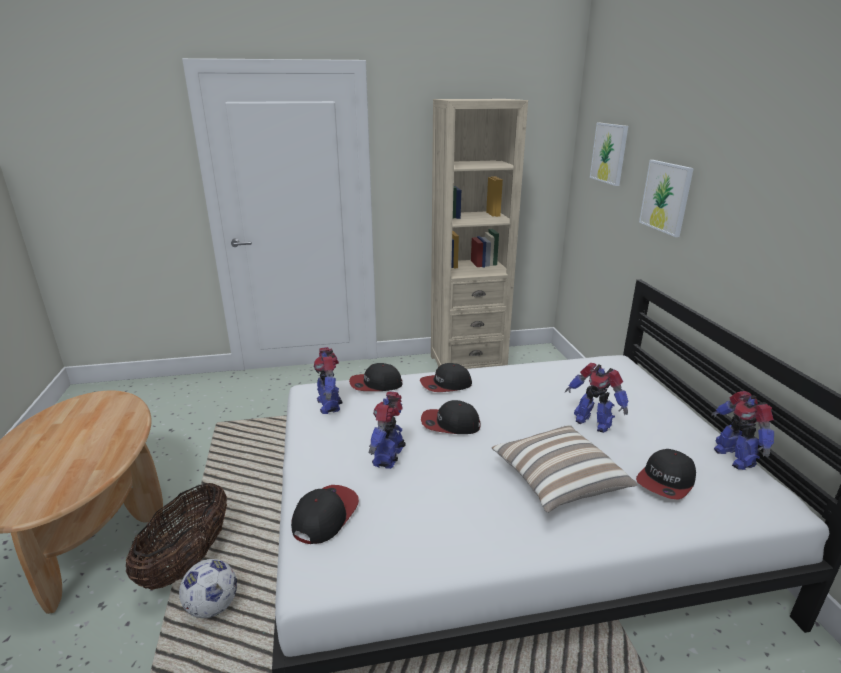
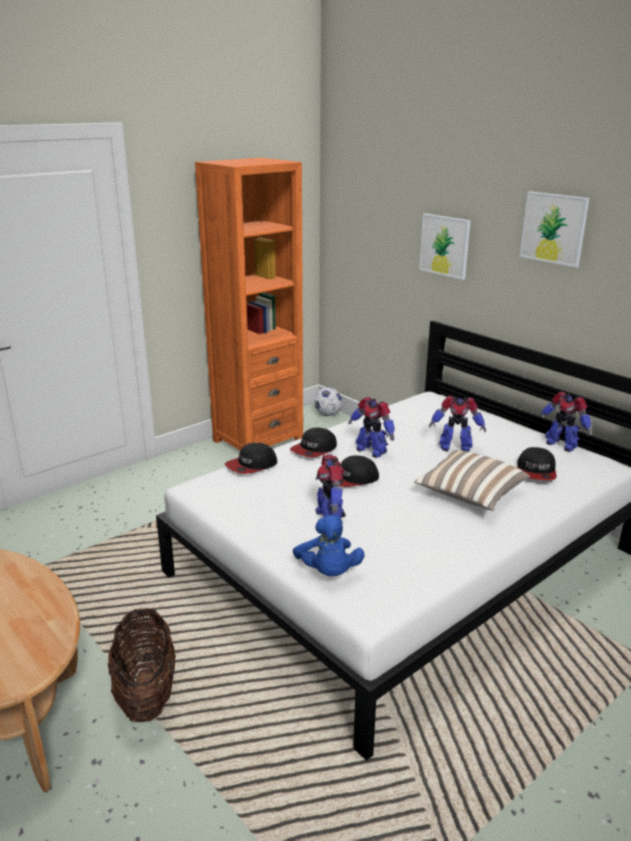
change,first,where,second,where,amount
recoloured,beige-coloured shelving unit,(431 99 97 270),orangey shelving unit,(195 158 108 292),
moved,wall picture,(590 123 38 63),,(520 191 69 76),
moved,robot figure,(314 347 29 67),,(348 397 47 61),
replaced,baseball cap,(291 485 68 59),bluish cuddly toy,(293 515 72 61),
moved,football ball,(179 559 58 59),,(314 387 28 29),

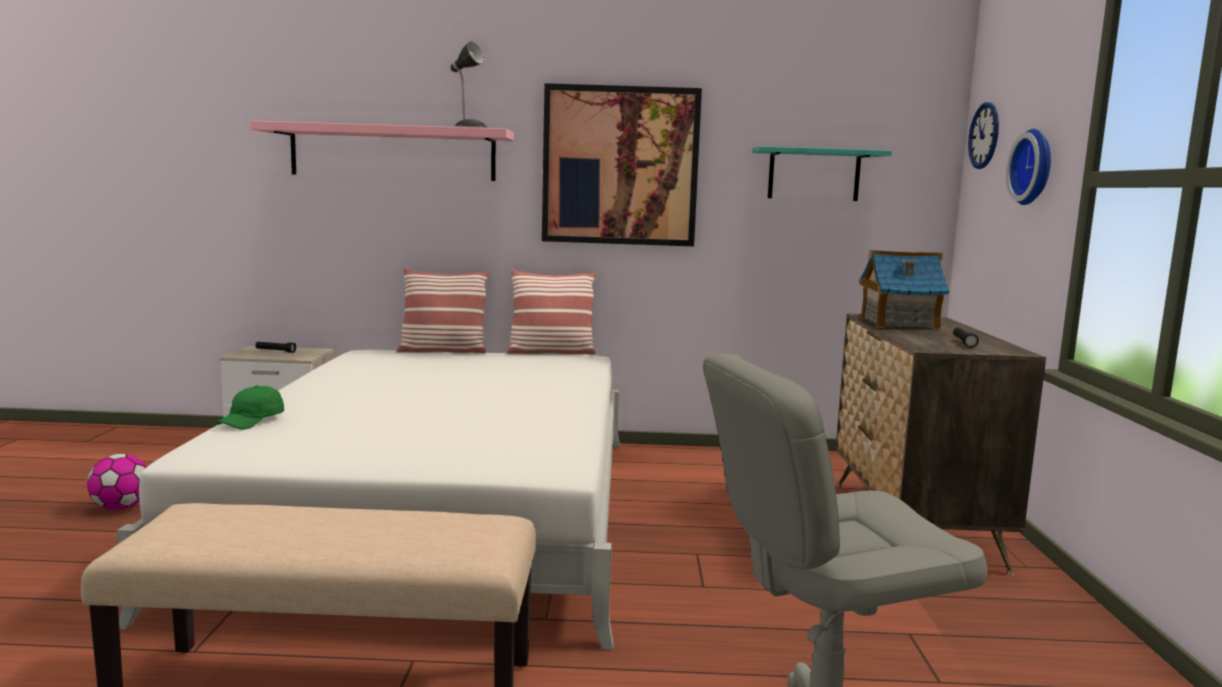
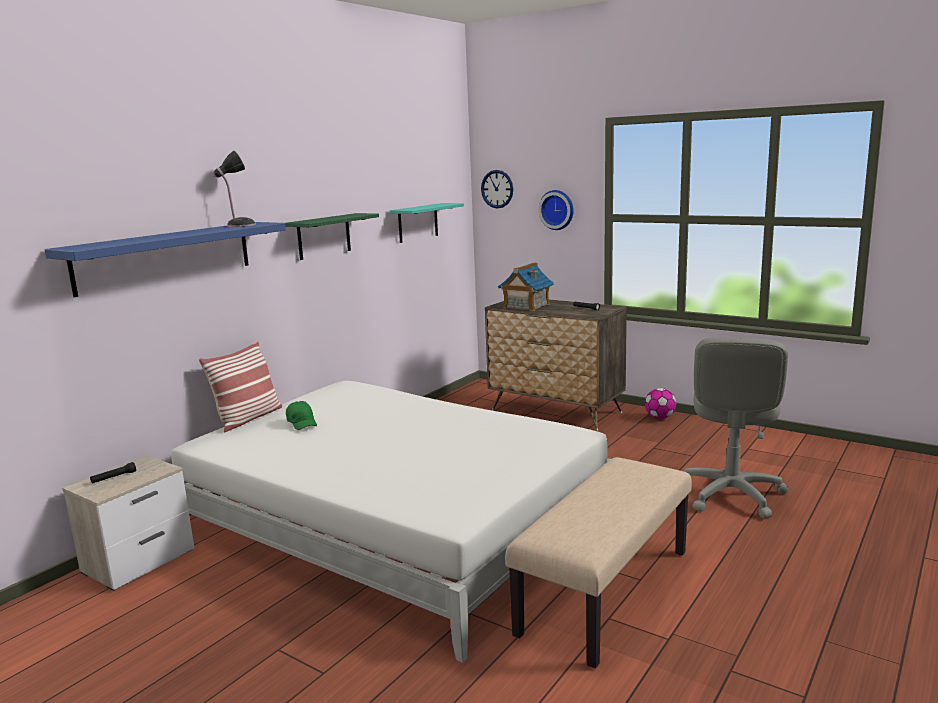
change,first,where,second,where,amount
replaced,wall picture,(542 83 160 163),greenish bracket shelf,(285 213 94 47),
recoloured,pinkish bracket shelf,(250 121 264 60),bluish bracket shelf,(44 222 242 75),
removed,throw pillow,(507 269 89 86),,,
moved,greenish baseball cap,(216 385 68 45),,(286 401 31 29),
moved,football ball,(87 454 60 56),,(645 388 31 31),

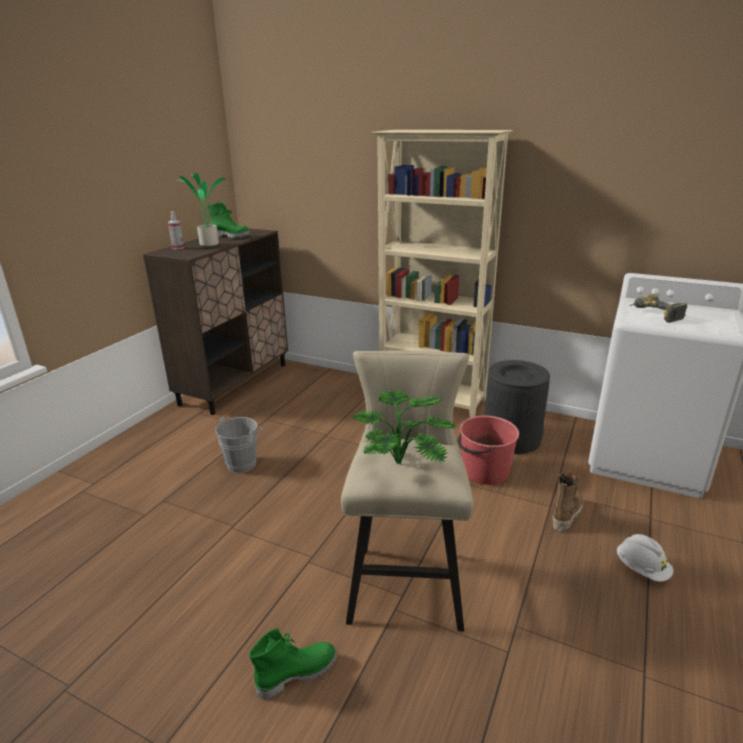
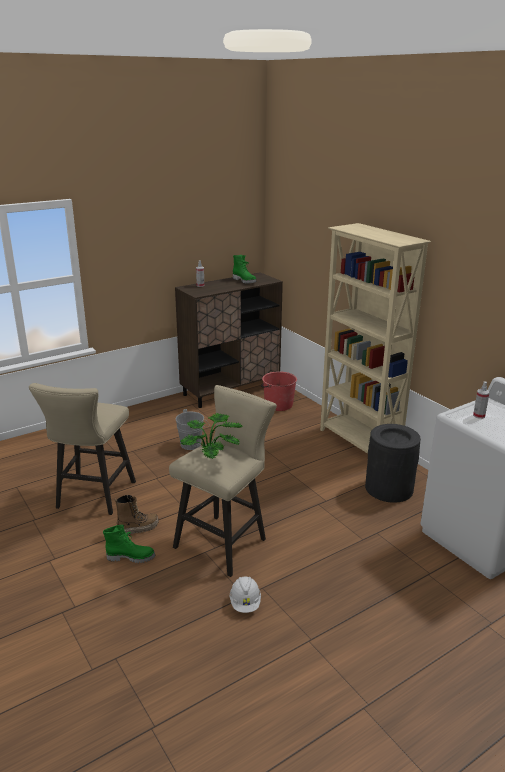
change,first,where,second,where,amount
removed,houseplant,(180 173 46 73),,,
replaced,drill,(630 294 57 29),sprayer,(473 382 17 37),
moved,reddish pail,(458 415 61 70),,(261 371 36 40),
moved,high-top boot,(552 473 31 59),,(115 495 44 41),
moved,whitish safety helmet,(616 534 57 48),,(230 576 31 37),
added,,,beige-coloured stool,(29 383 107 132),

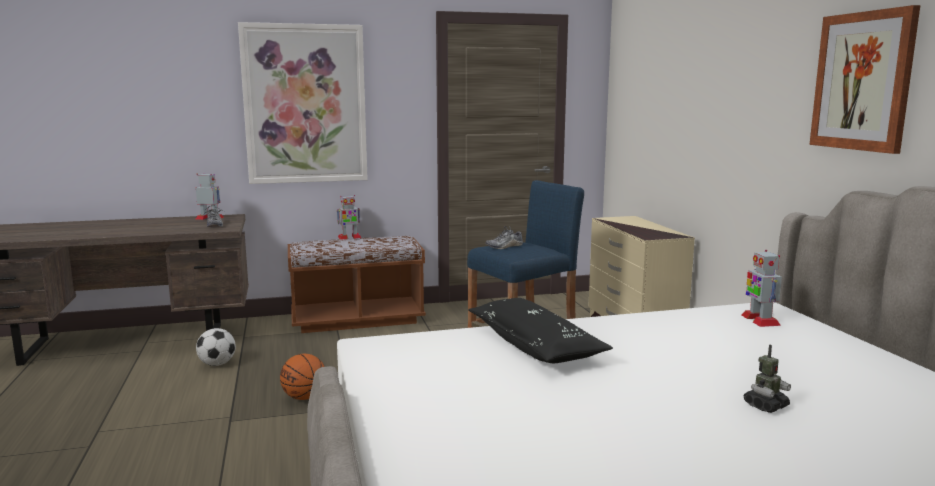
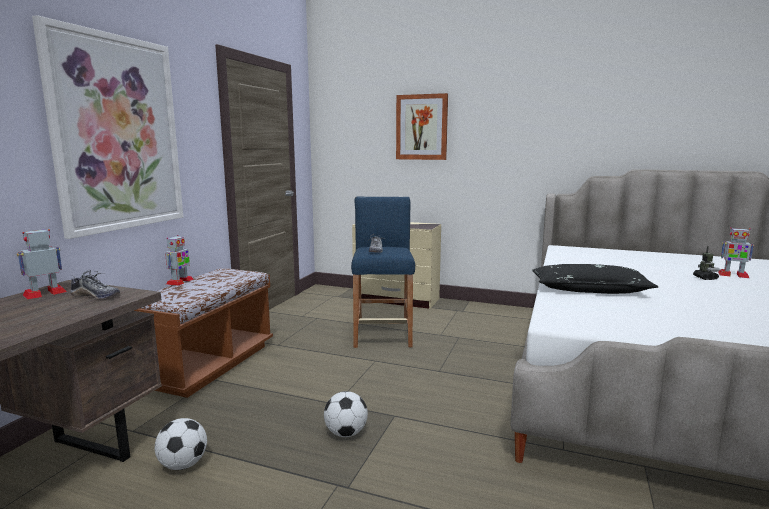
change,first,where,second,where,amount
moved,wall picture,(809 5 111 149),,(396 93 52 67),
moved,robot figure,(741 250 41 77),,(718 227 36 51),
replaced,basketball,(280 354 45 46),football ball,(324 391 44 46),

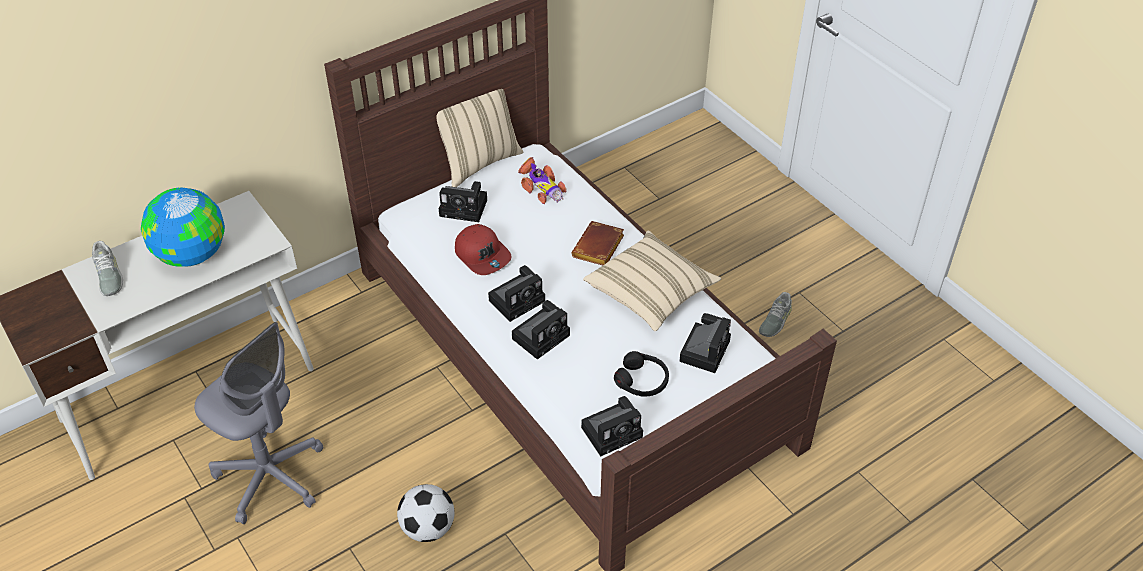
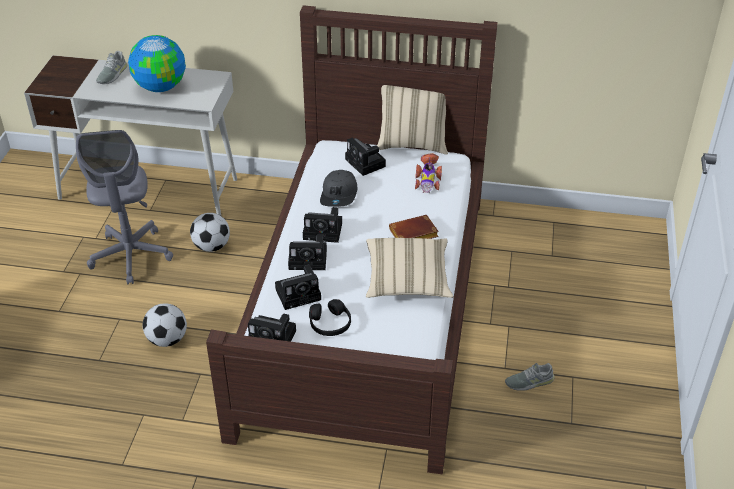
change,first,where,second,where,amount
recoloured,reddish baseball cap,(455 224 57 51),gray baseball cap,(320 170 37 37),
moved,still camera,(679 313 52 60),,(275 265 46 45),
added,,,football ball,(190 213 40 39),

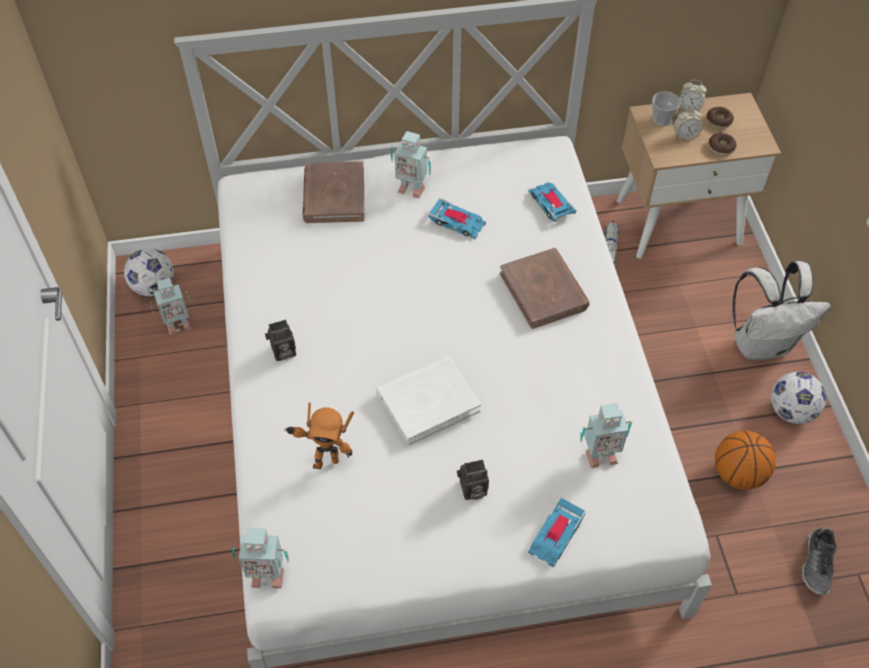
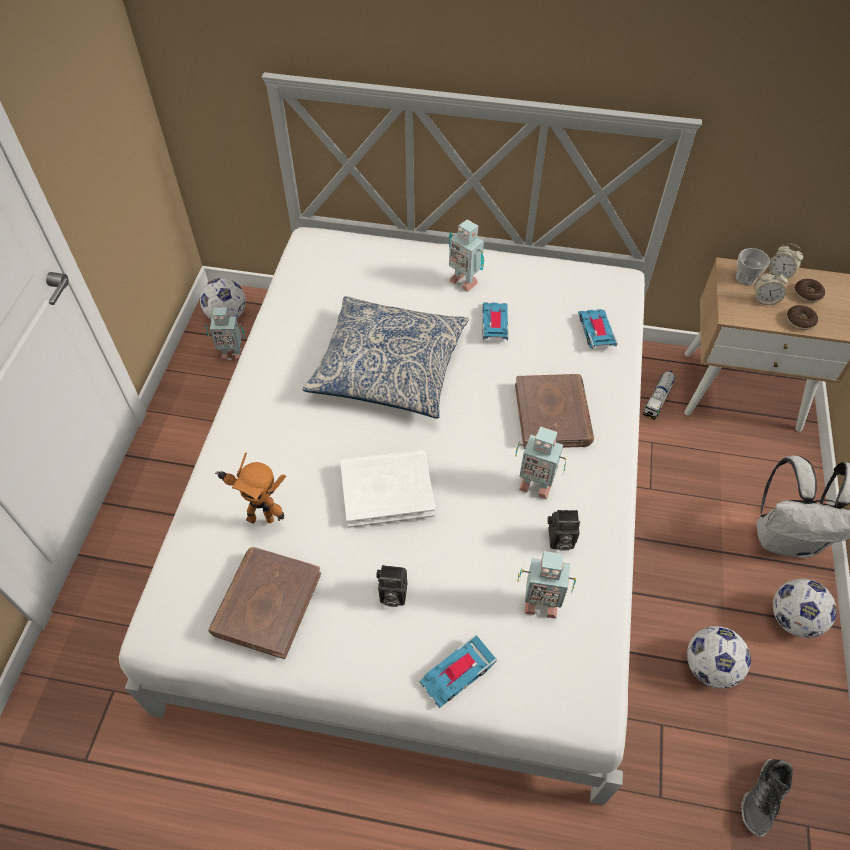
change,first,where,second,where,amount
moved,brown-coloured volume,(303 161 61 62),,(208 547 113 112),
turned,model car,(428 198 58 41),,(483 302 25 38),135 degrees counterclockwise
moved,still camera,(265 320 31 41),,(547 510 33 41),
replaced,basketball,(715 431 61 59),football ball,(687 626 64 62),
moved,robot figure,(232 528 57 61),,(515 426 51 73),
added,,,throw pillow,(302 296 167 123),

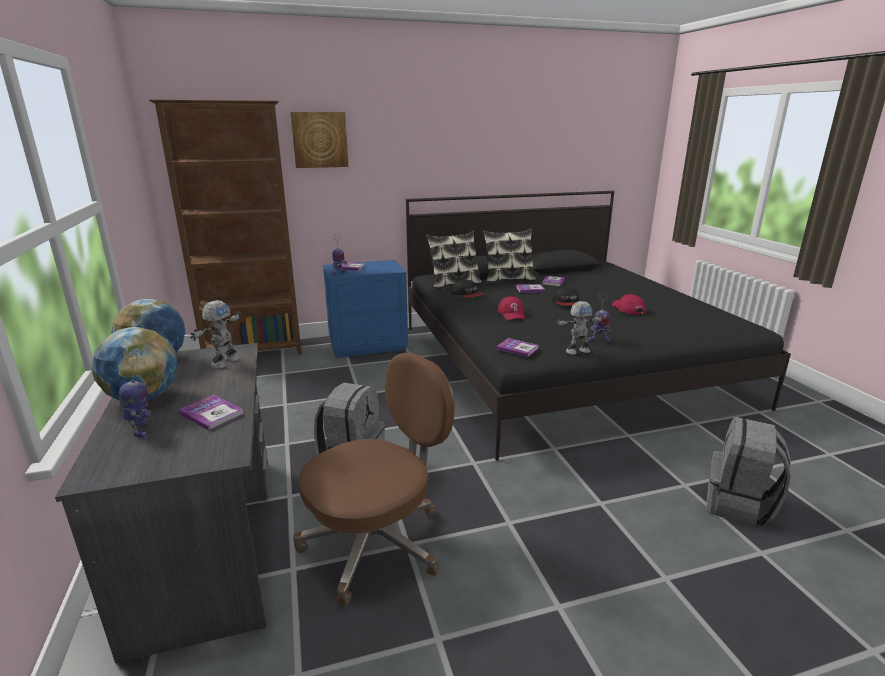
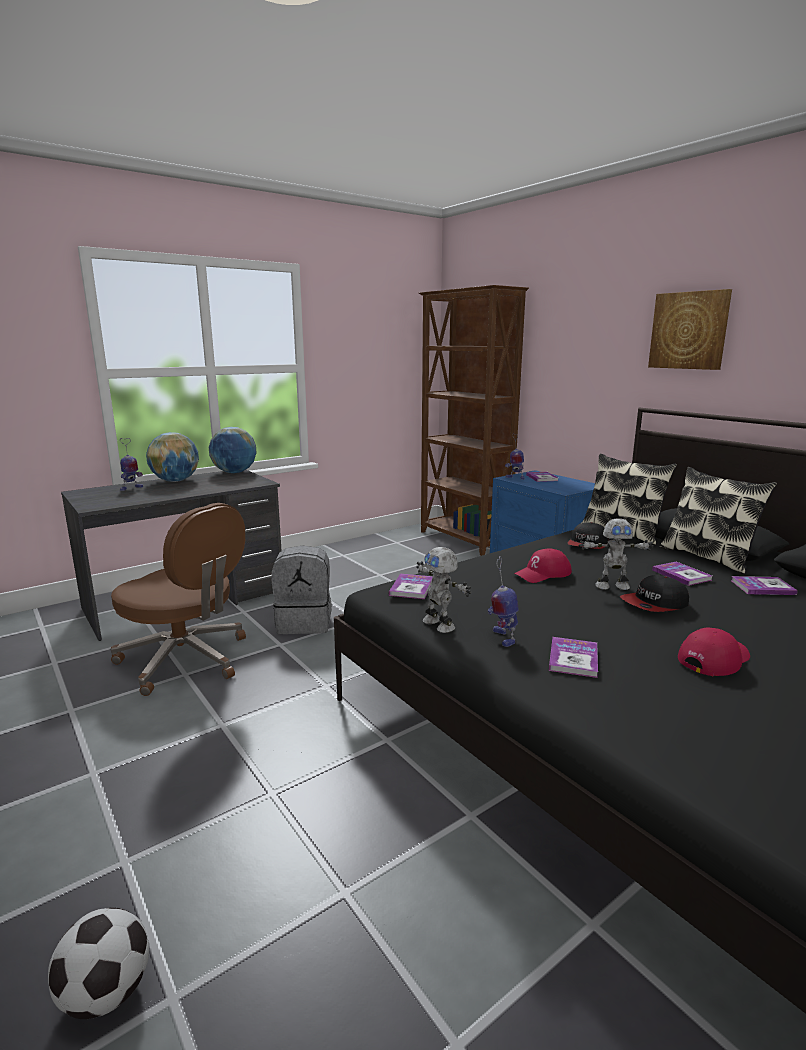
change,first,where,second,where,amount
moved,wall picture,(290 112 58 56),,(648 289 84 81),
moved,robot figure,(190 300 52 69),,(579 519 75 71),
moved,volume,(178 395 65 36),,(549 637 49 41),
removed,gray backpack,(706 417 85 110),,,
added,,,football ball,(48 907 101 112),

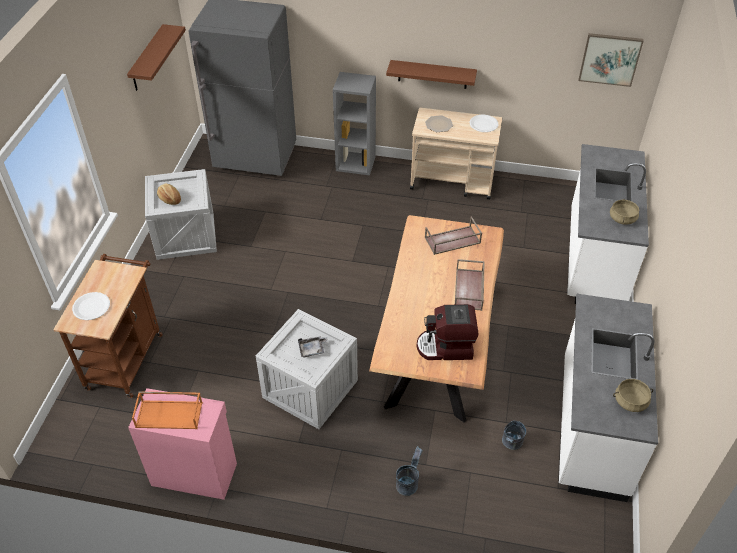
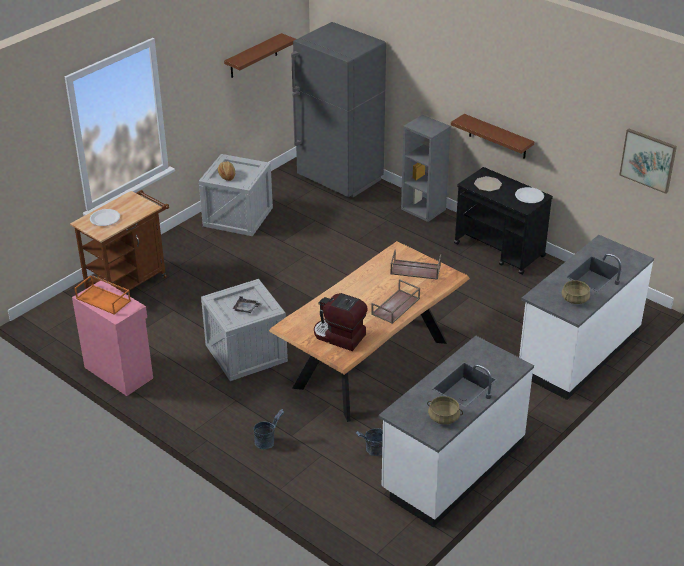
change,first,where,second,where,amount
recoloured,beige-coloured wheeled cart,(410 108 92 92),black-coloured wheeled cart,(454 167 99 108),

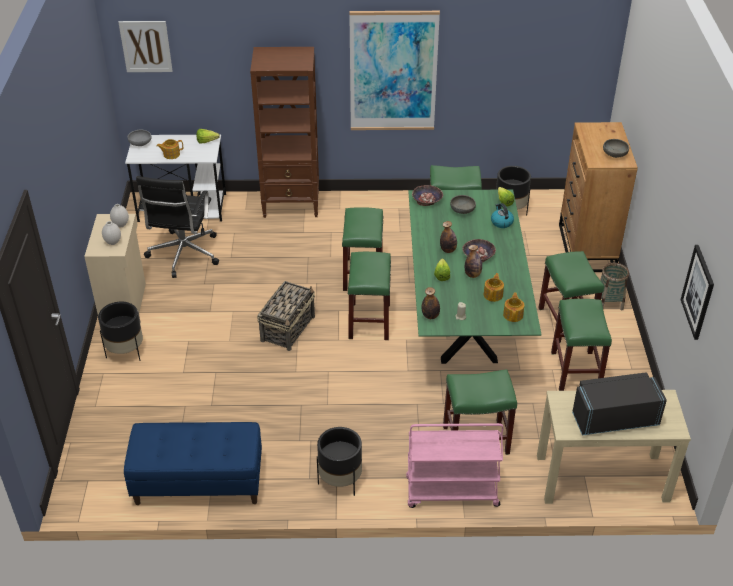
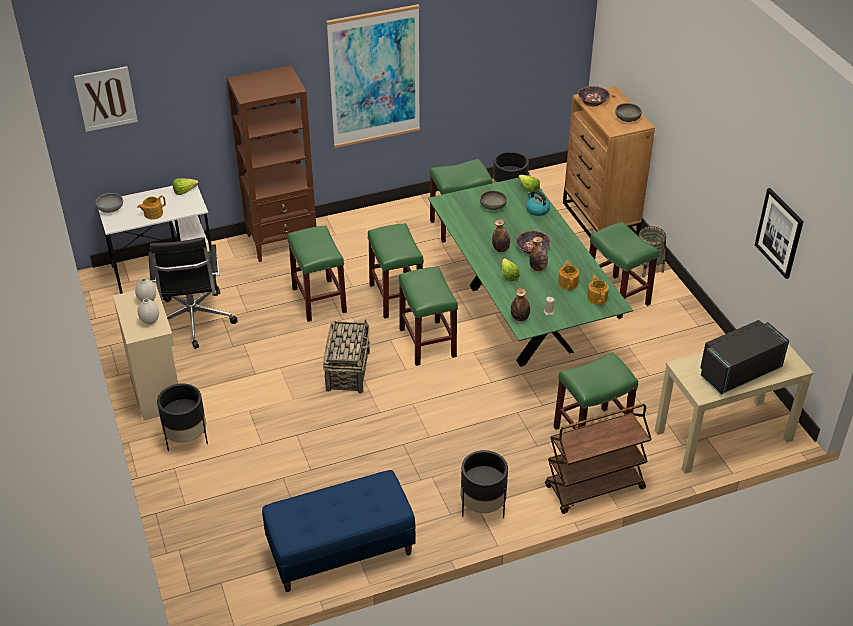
change,first,where,second,where,amount
moved,bowl,(412 185 31 21),,(578 86 32 21),
moved,greenish stool,(551 299 61 92),,(288 225 59 97),
recoloured,pinkish wheeled cart,(406 423 97 85),brown-coloured wheeled cart,(545 404 107 110),

